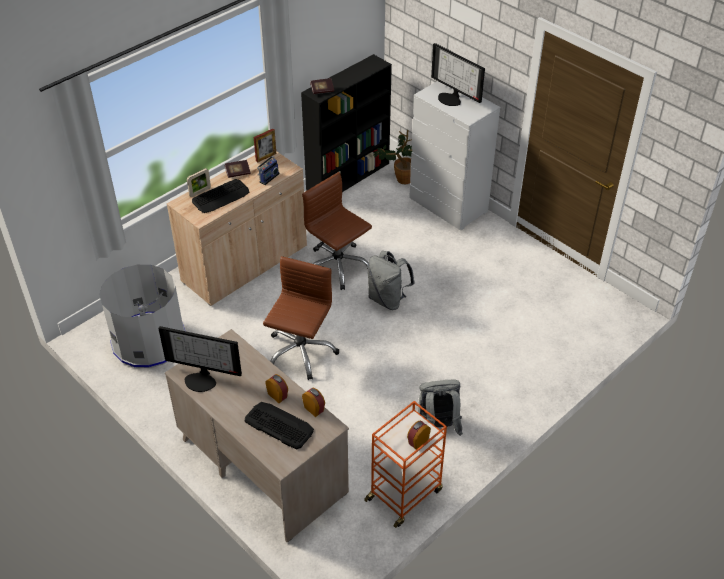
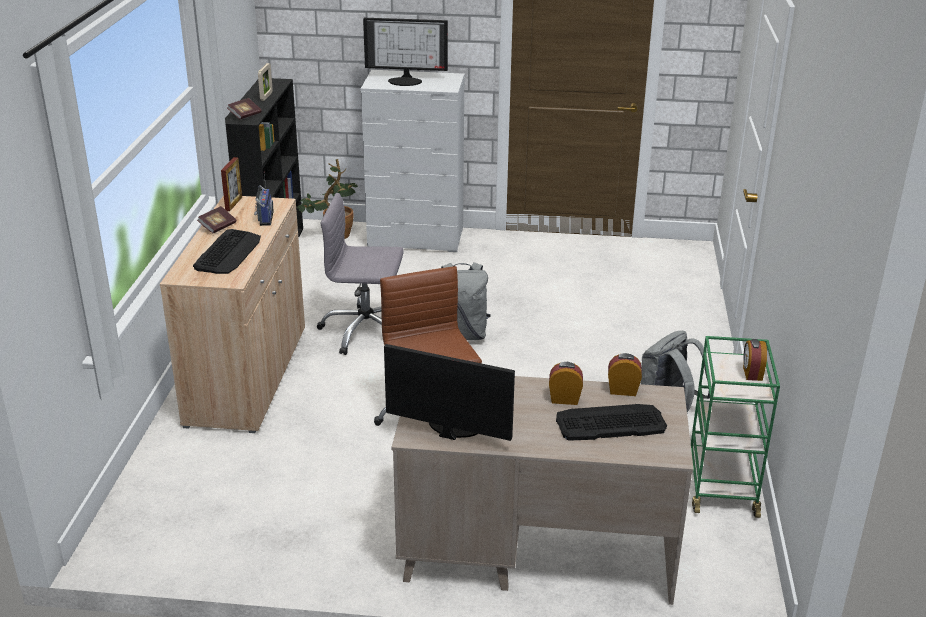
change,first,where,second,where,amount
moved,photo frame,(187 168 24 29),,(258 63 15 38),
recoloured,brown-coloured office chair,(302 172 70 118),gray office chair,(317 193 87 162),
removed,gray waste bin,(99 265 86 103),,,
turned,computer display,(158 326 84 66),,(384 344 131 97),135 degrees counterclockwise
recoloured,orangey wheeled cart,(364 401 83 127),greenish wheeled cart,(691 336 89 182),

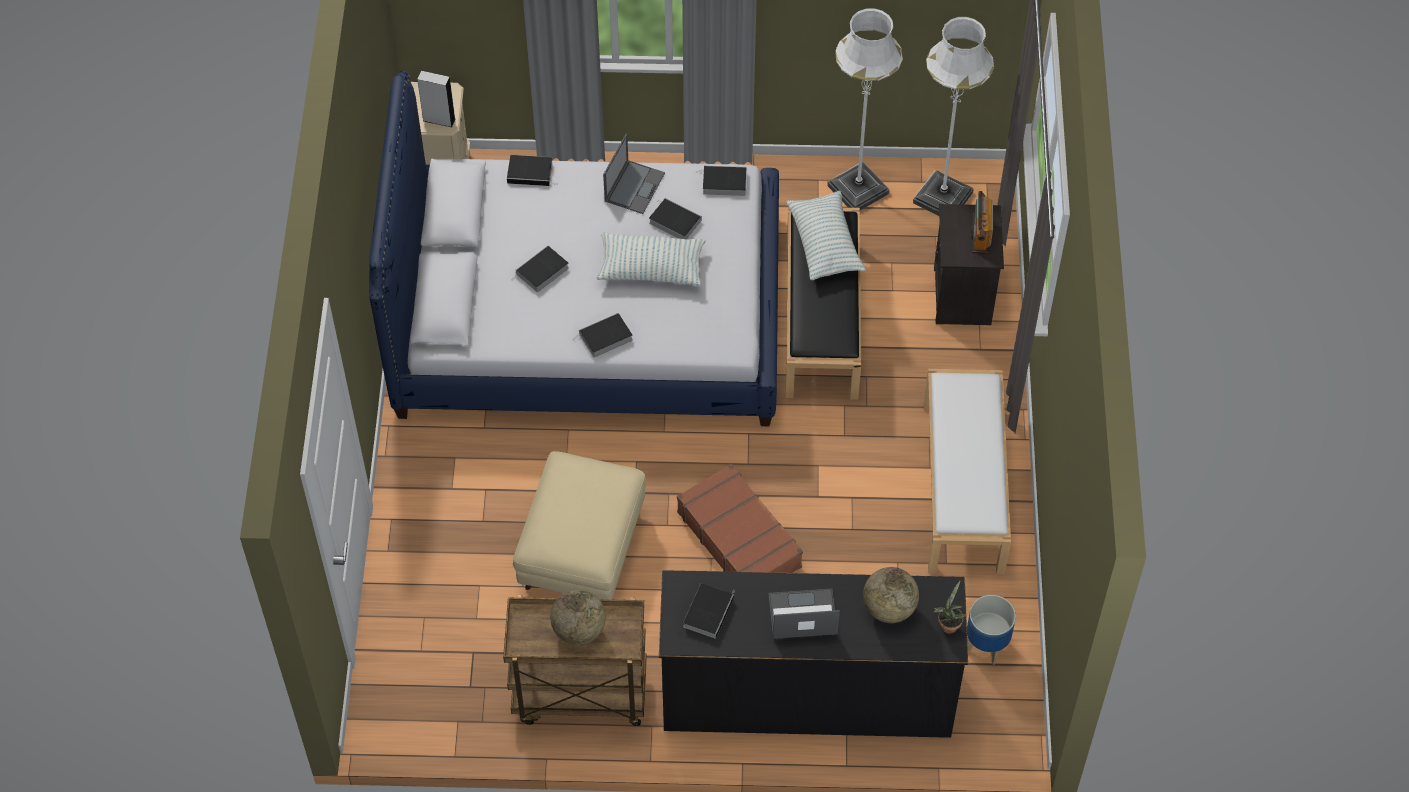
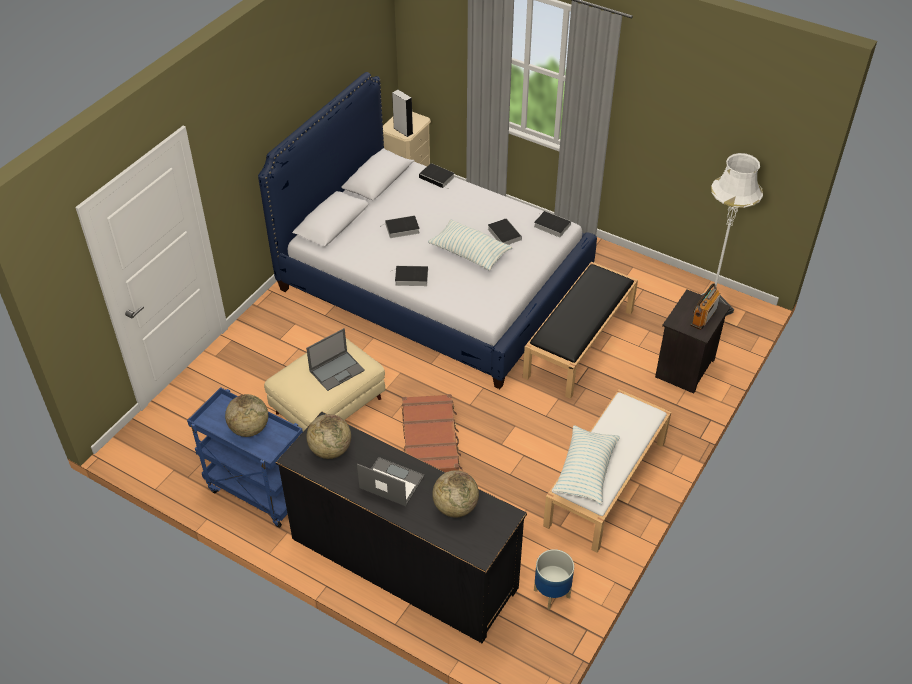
change,first,where,second,where,amount
removed,whitish standard lamp,(827 8 76 203),,,
moved,portable computer,(603 134 62 80),,(306 328 59 63),
moved,throw pillow,(786 191 80 89),,(553 425 67 79),
removed,houseplant,(934 581 33 53),,,
replaced,volume,(683 583 52 56),globe,(306 414 45 45),
recoloured,brown-coloured wheeled cart,(503 595 144 131),bluish wheeled cart,(187 387 116 141),

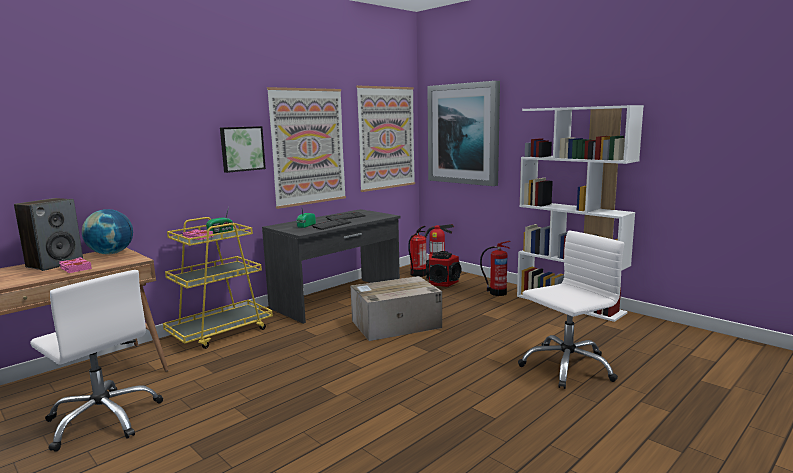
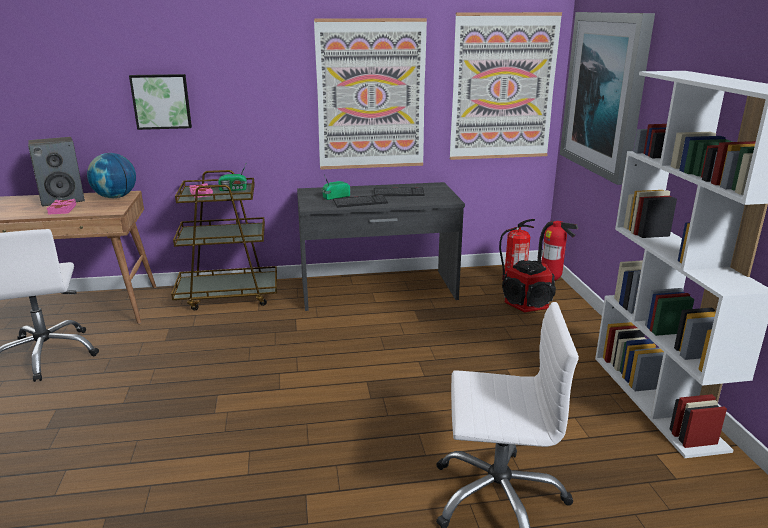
change,first,where,second,where,amount
moved,wall picture,(220 126 46 47),,(129 74 63 56),
recoloured,yellowish wheeled cart,(163 217 110 132),brown-coloured wheeled cart,(171 170 106 140),
removed,fire extinguisher,(480 241 31 55),,,
removed,packing box,(351 276 91 65),,,

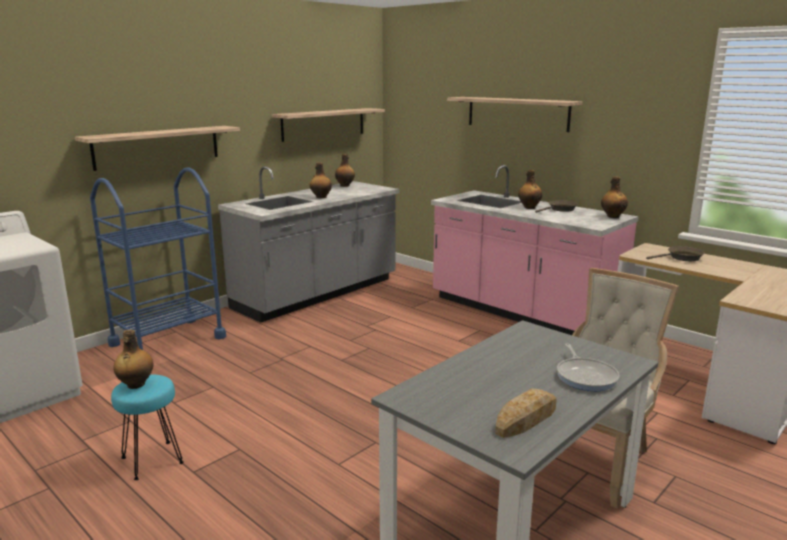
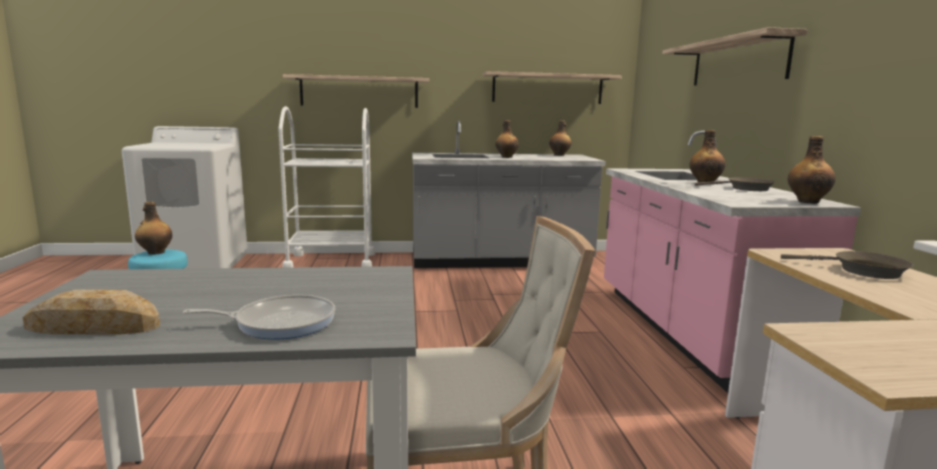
change,first,where,second,where,amount
recoloured,bluish wheeled cart,(90 167 136 183),whitish wheeled cart,(278 106 97 162),
turned,frying pan,(557 343 63 48),,(183 295 152 44),135 degrees counterclockwise

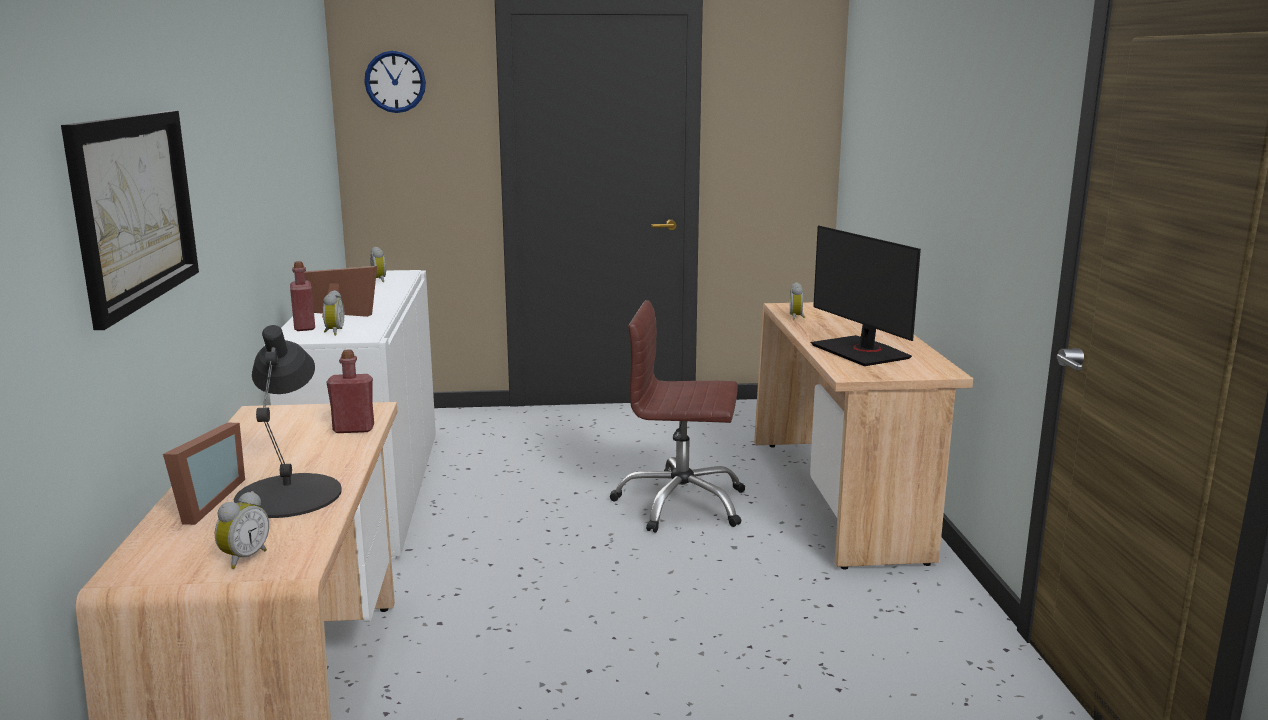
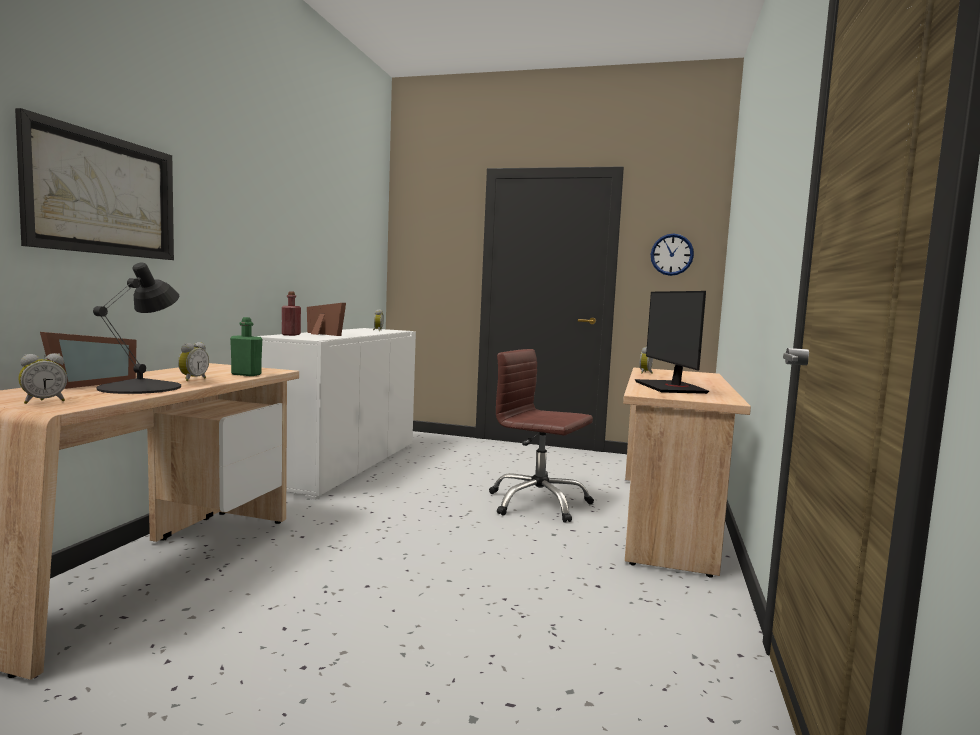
change,first,where,second,where,amount
moved,clock on the wall,(364 51 62 62),,(651 234 43 42),
moved,table clock,(323 290 21 46),,(178 342 31 39),
recoloured,reddish drink bottle,(327 350 47 83),greenish drink bottle,(230 317 32 59),

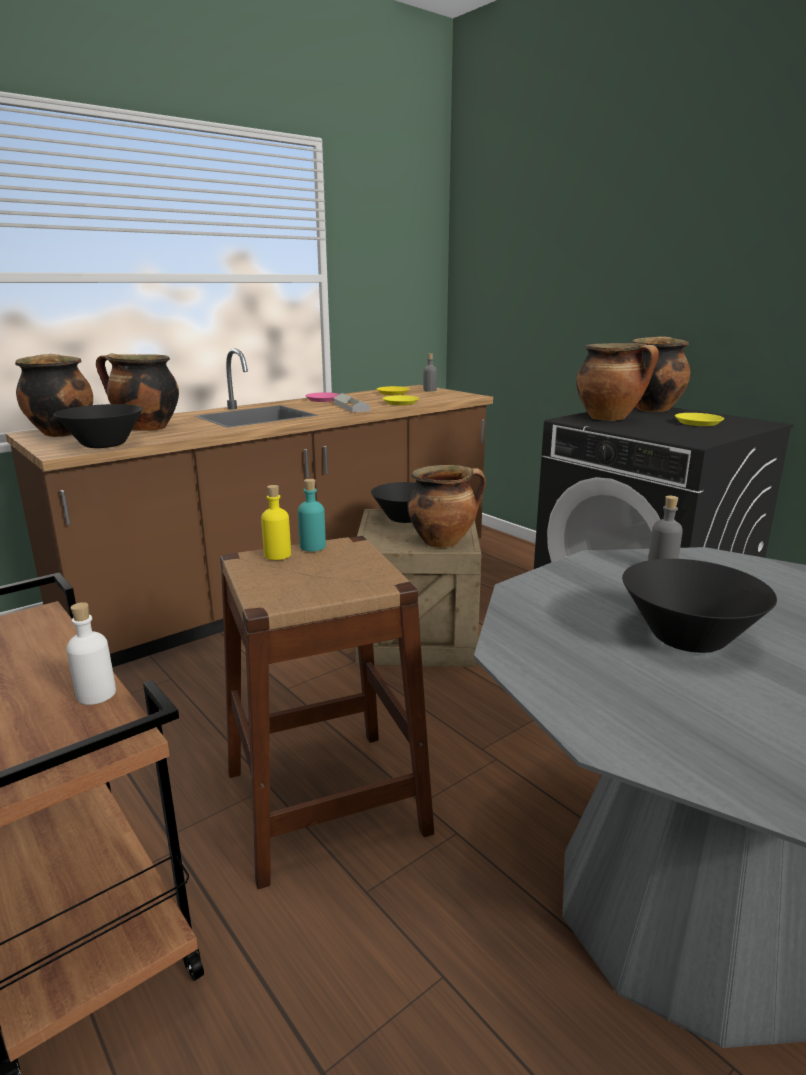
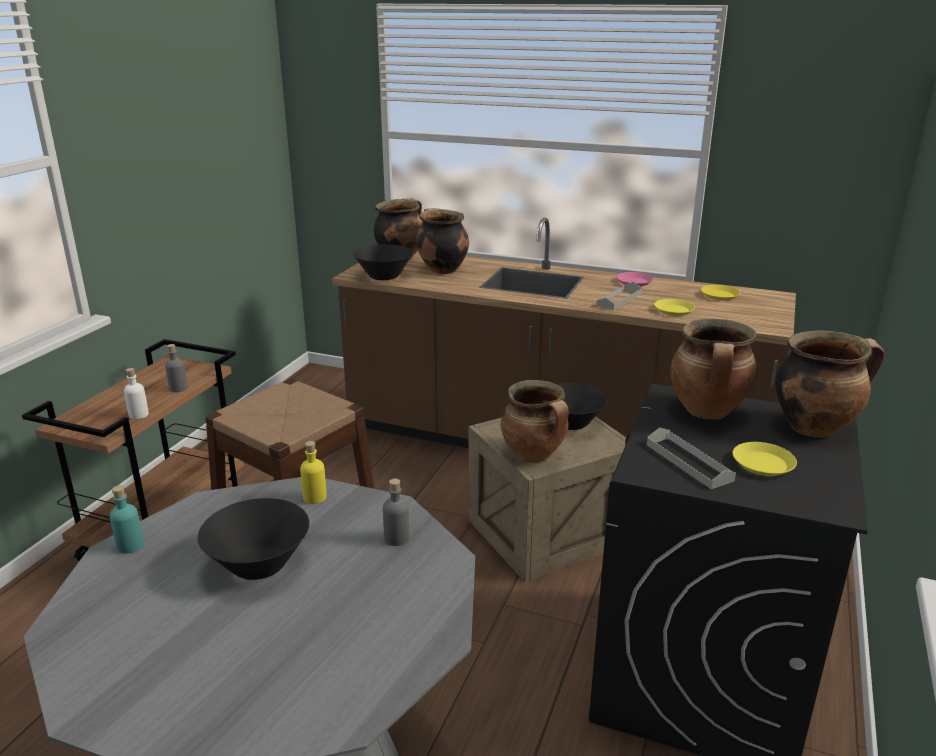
change,first,where,second,where,amount
moved,gray drink bottle,(423 353 14 39),,(165 344 23 48),
moved,blue-green drink bottle,(298 479 28 73),,(110 485 34 68),
moved,yellowish drink bottle,(261 485 30 75),,(300 441 27 63),
added,,,gray serving tray,(647 427 89 62),

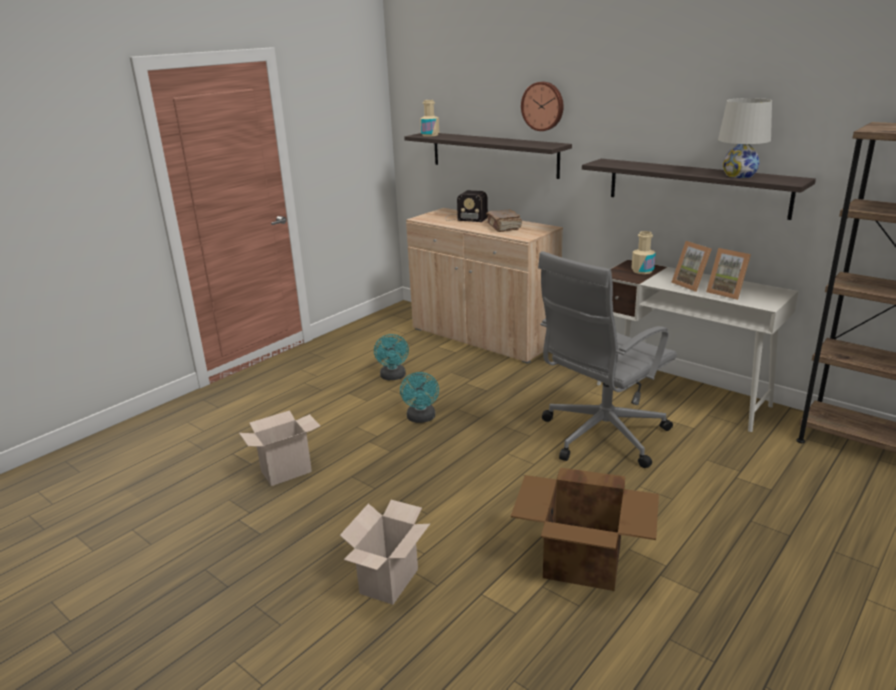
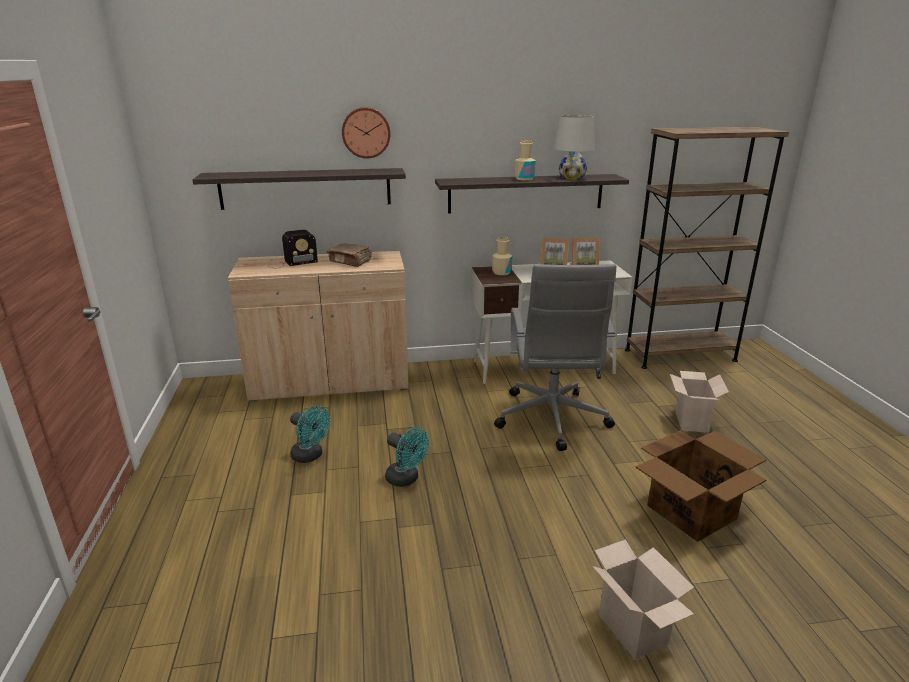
change,first,where,second,where,amount
moved,beige-coloured drink bottle,(420 100 19 37),,(515 140 21 40),
moved,packing box,(239 410 81 76),,(670 371 59 62),

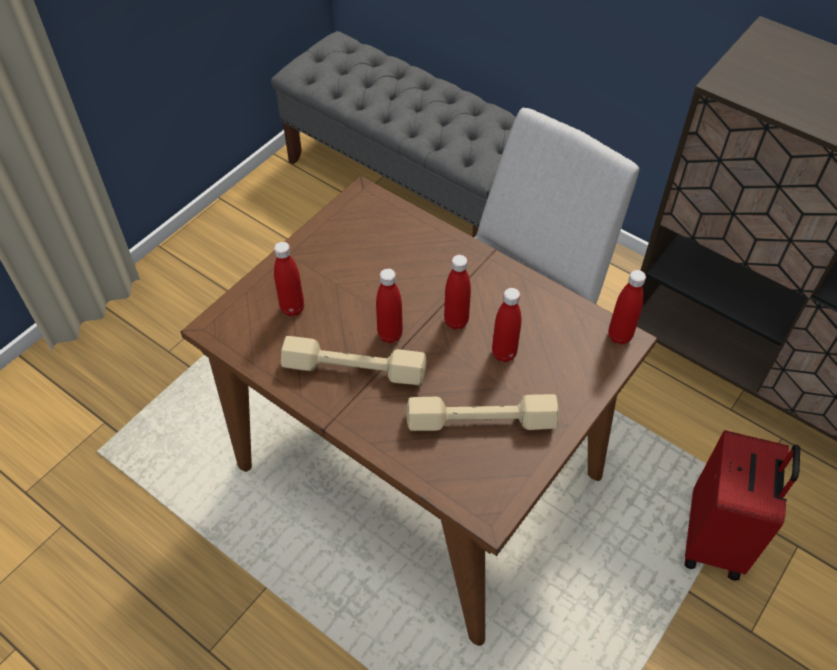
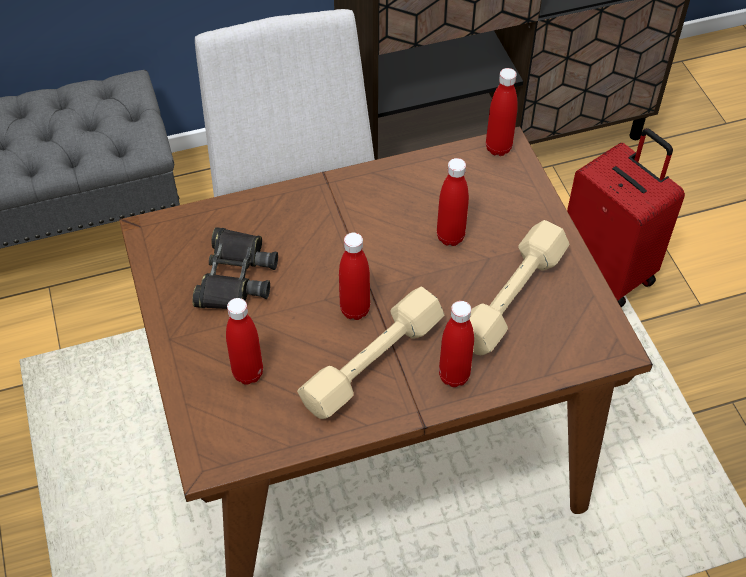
change,first,where,second,where,amount
moved,reddish drink bottle,(444 255 27 75),,(439 301 35 86),
added,,,black-coloured field glasses,(192 227 86 82),

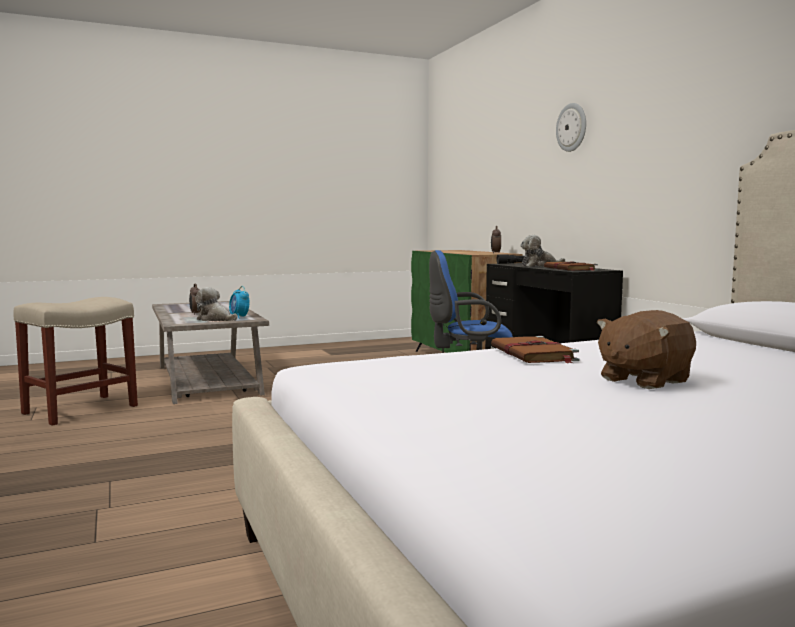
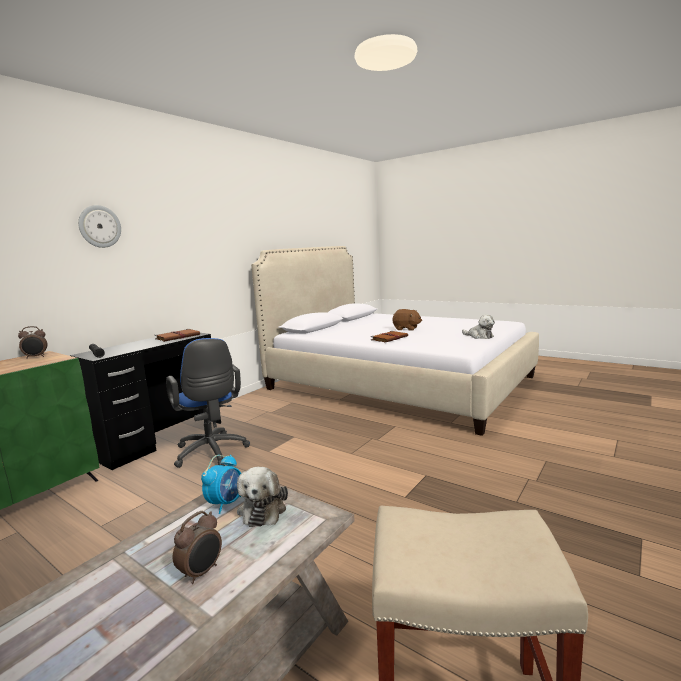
change,first,where,second,where,amount
moved,cuddly toy,(521 235 44 32),,(462 314 33 25),

